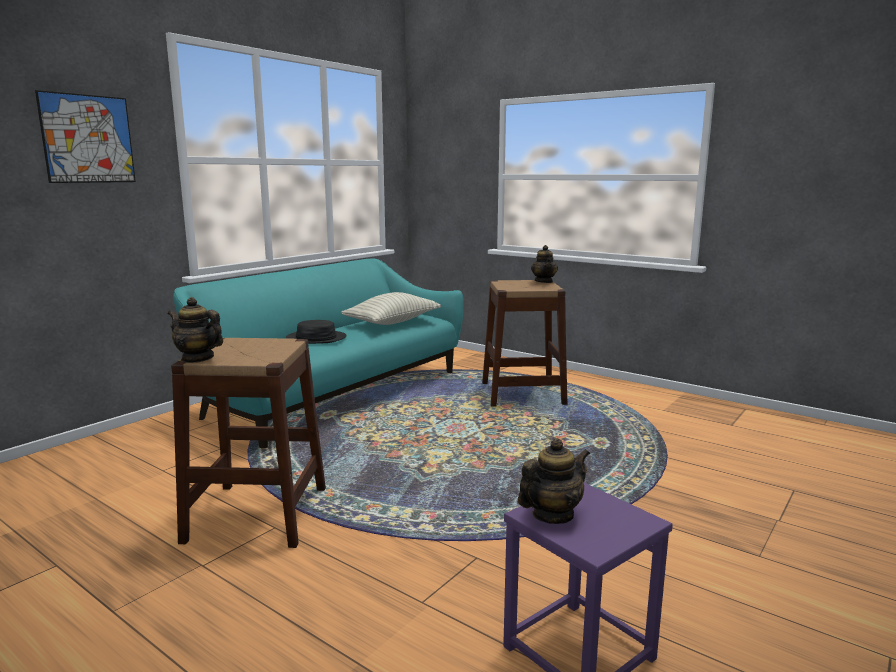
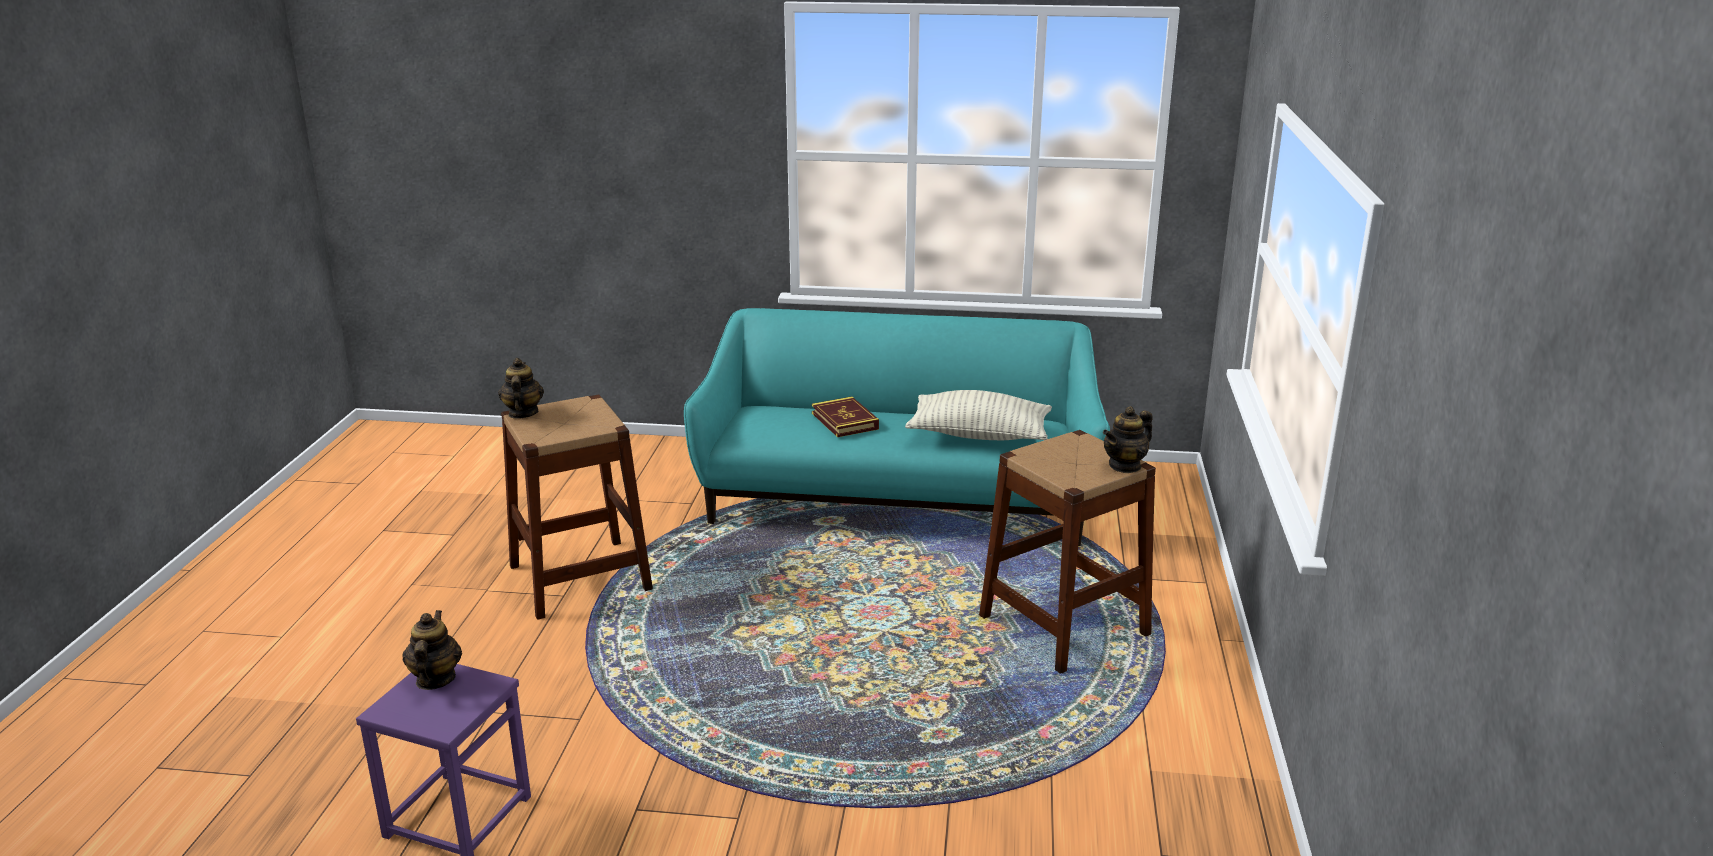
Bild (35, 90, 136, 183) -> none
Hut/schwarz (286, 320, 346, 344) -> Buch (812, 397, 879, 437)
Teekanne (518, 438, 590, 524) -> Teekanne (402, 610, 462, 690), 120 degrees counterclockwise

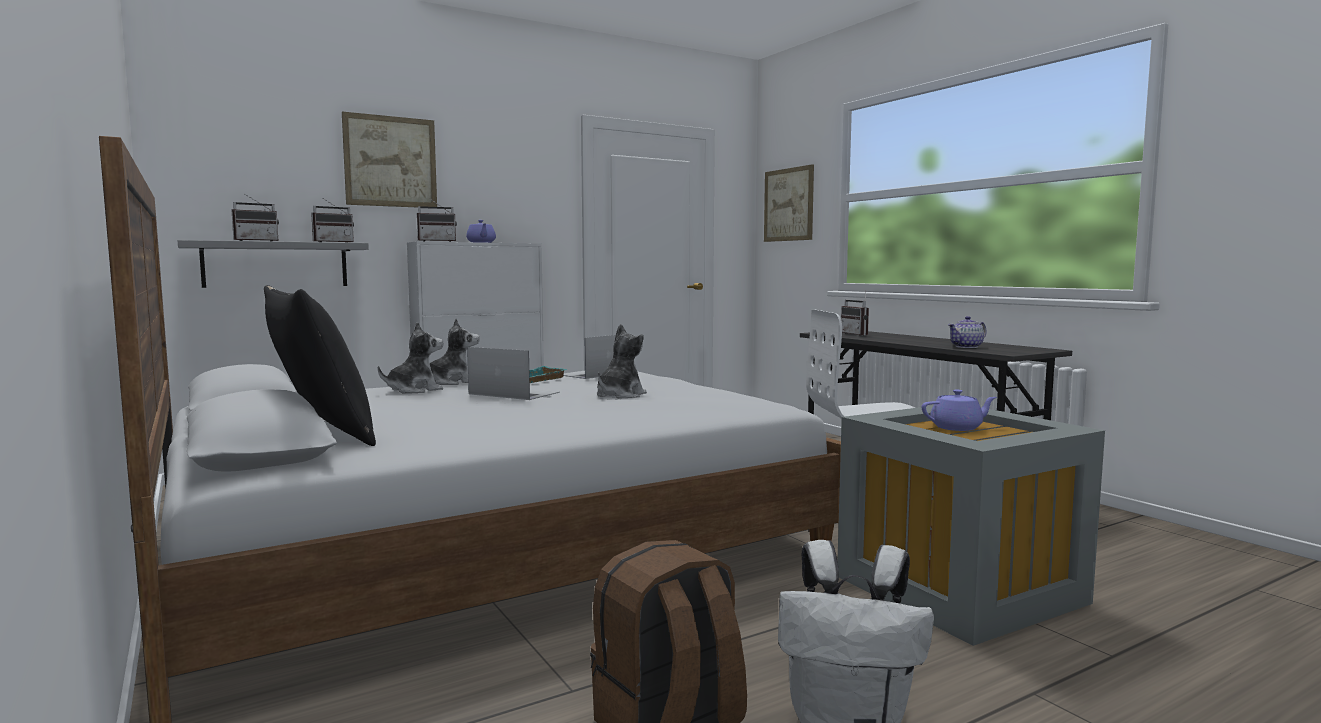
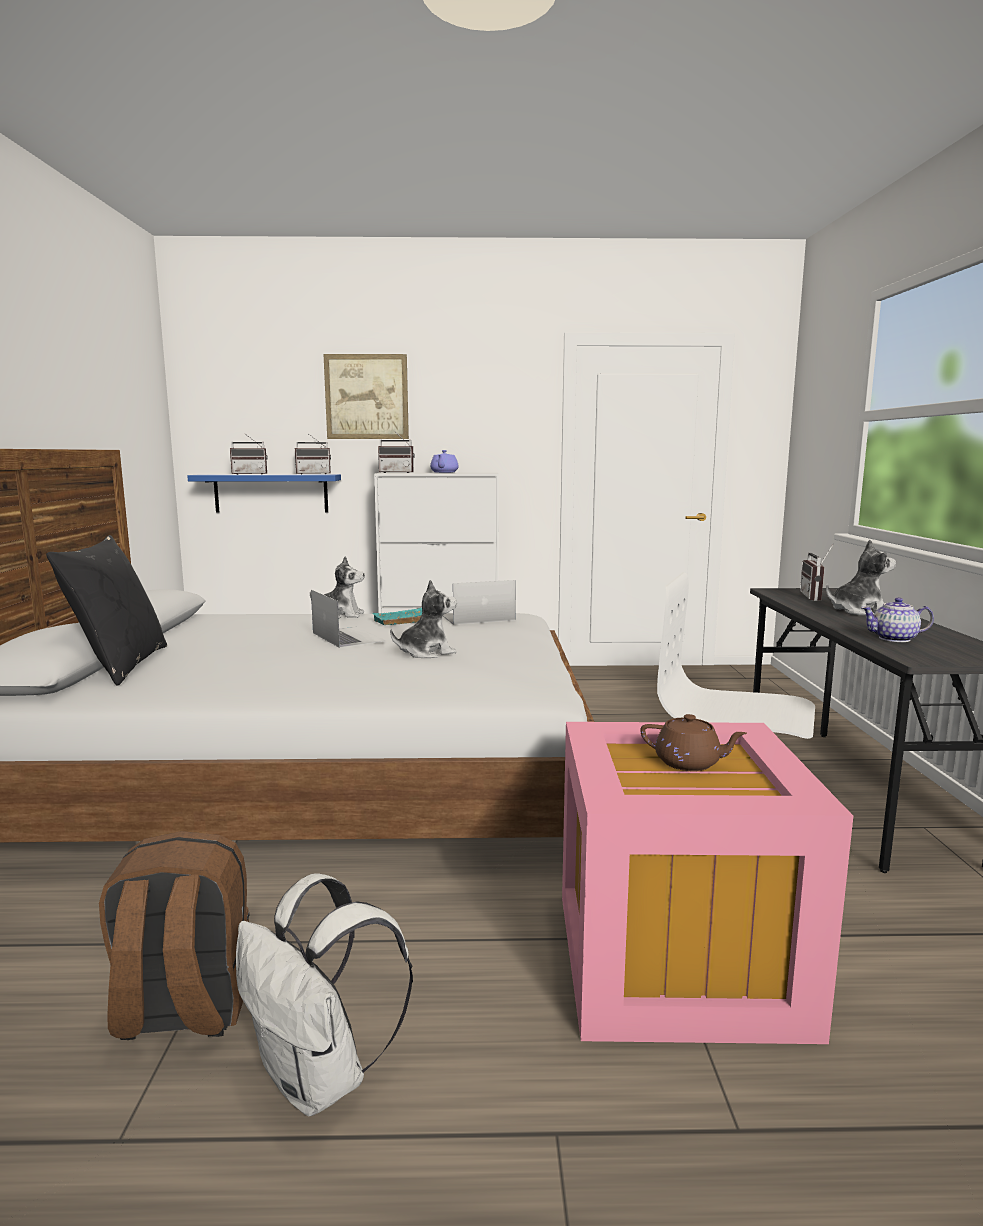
Bild (764, 165, 814, 242) -> none
Wandregal/grau (178, 240, 369, 288) -> Wandregal/blau (188, 474, 341, 513)
Plüschtier (378, 322, 444, 394) -> Plüschtier (826, 540, 896, 615), shifted
Teekanne/lila (922, 390, 997, 431) -> Teekanne/braun (640, 714, 747, 771)
Aufbewahrungsbox/grau (837, 406, 1105, 646) -> Aufbewahrungsbox/rosa (562, 722, 853, 1044)

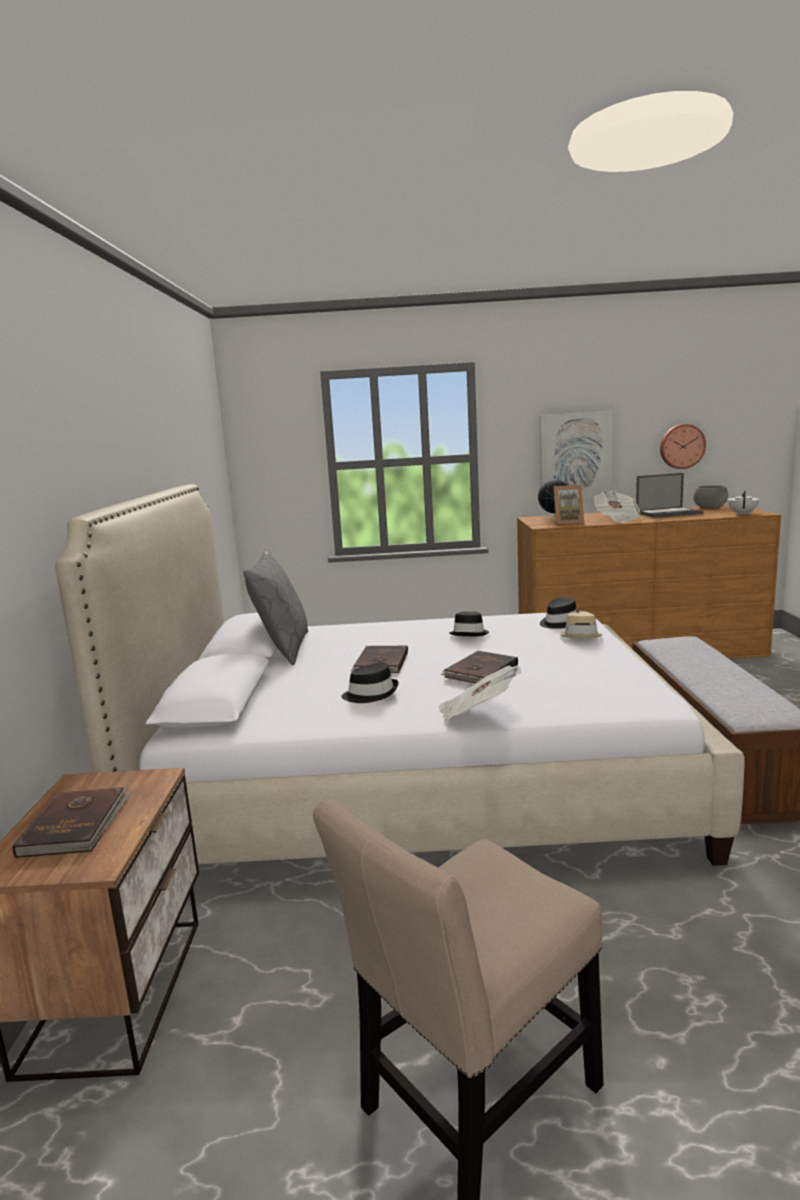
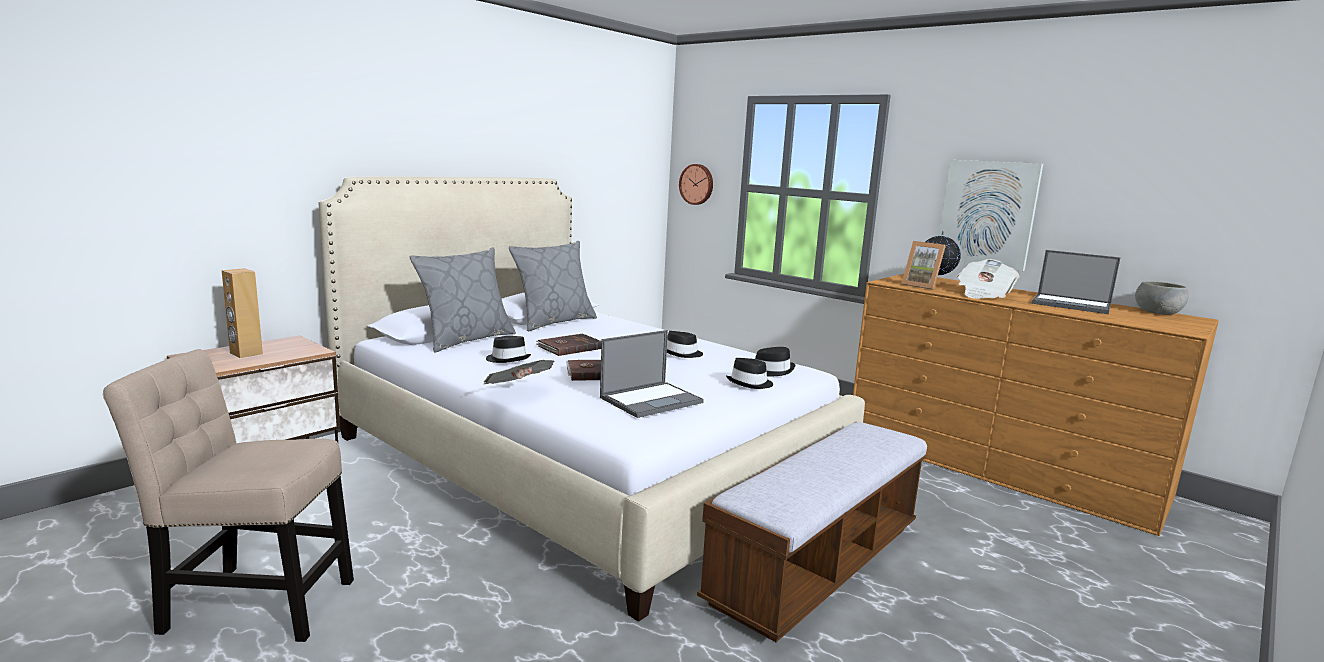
Wanduhr (660, 424, 706, 469) -> Wanduhr (679, 164, 713, 205), shifted
Teekanne/weiß (728, 491, 759, 515) -> none
Hut/beige (559, 612, 602, 638) -> Hut/schwarz (726, 358, 773, 389)
Buch/braun (13, 787, 131, 858) -> Lautsprecher/braun (222, 268, 263, 358)
none -> Kissen/grau (410, 247, 516, 352)
none -> Laptop (600, 330, 704, 418)

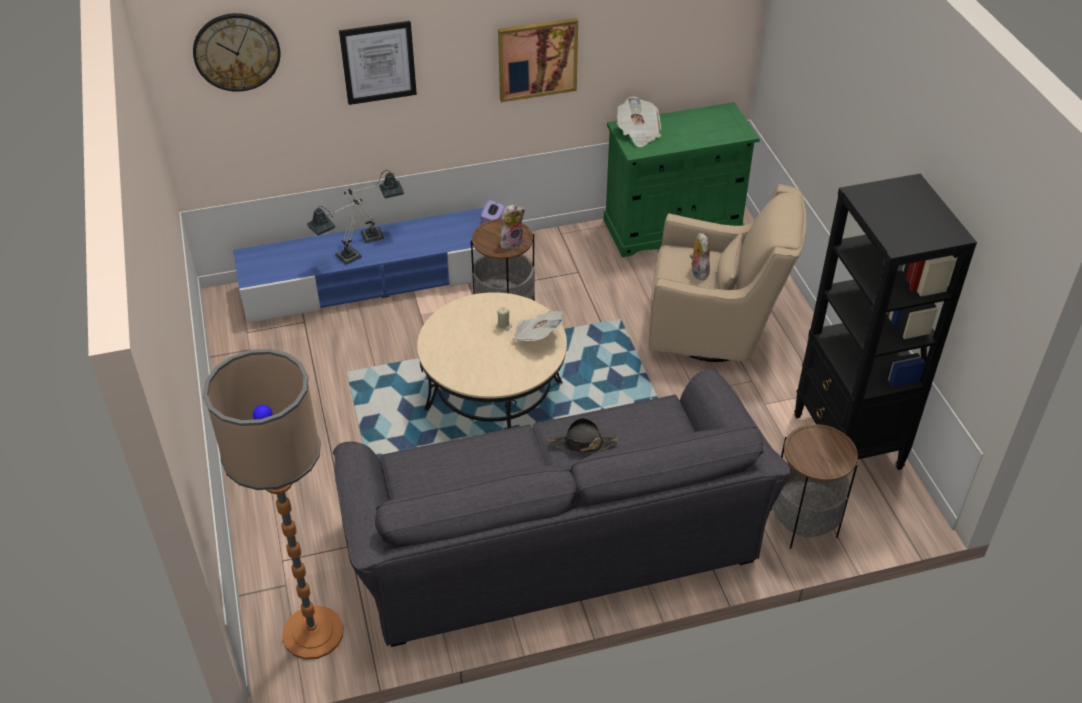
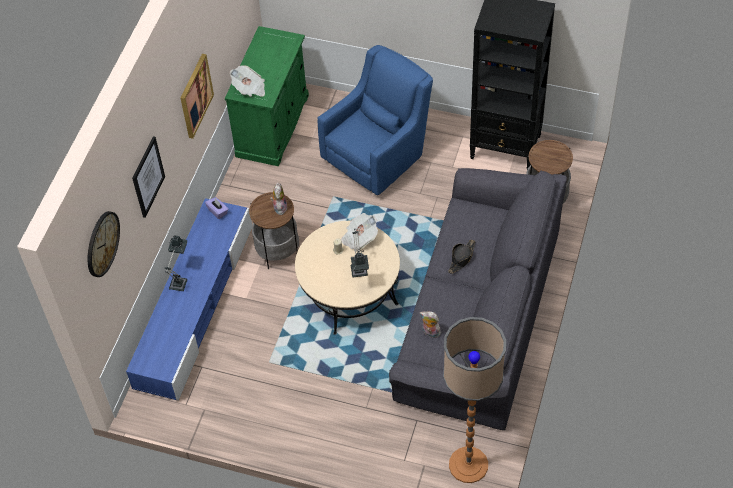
Sessel/beige (649, 184, 807, 362) -> Sessel/blau (317, 45, 433, 195)
Tischlampe (307, 199, 362, 265) -> Tischlampe (351, 229, 369, 277), shifted
Plüschtier (690, 233, 710, 280) -> Plüschtier (420, 311, 441, 338), shifted

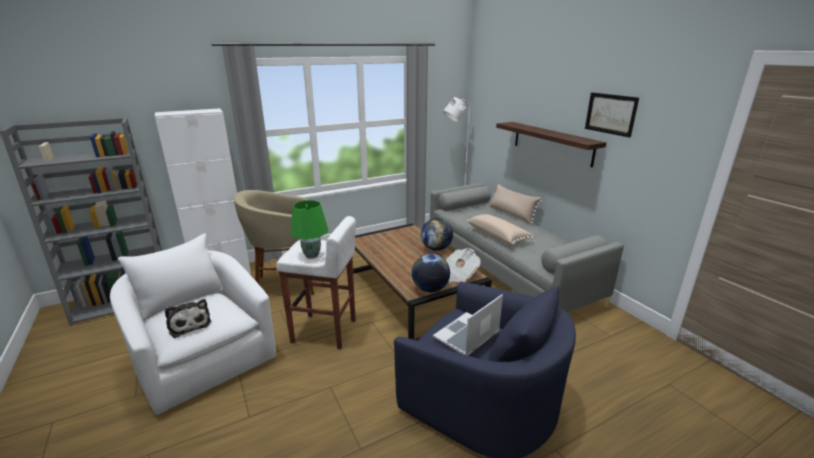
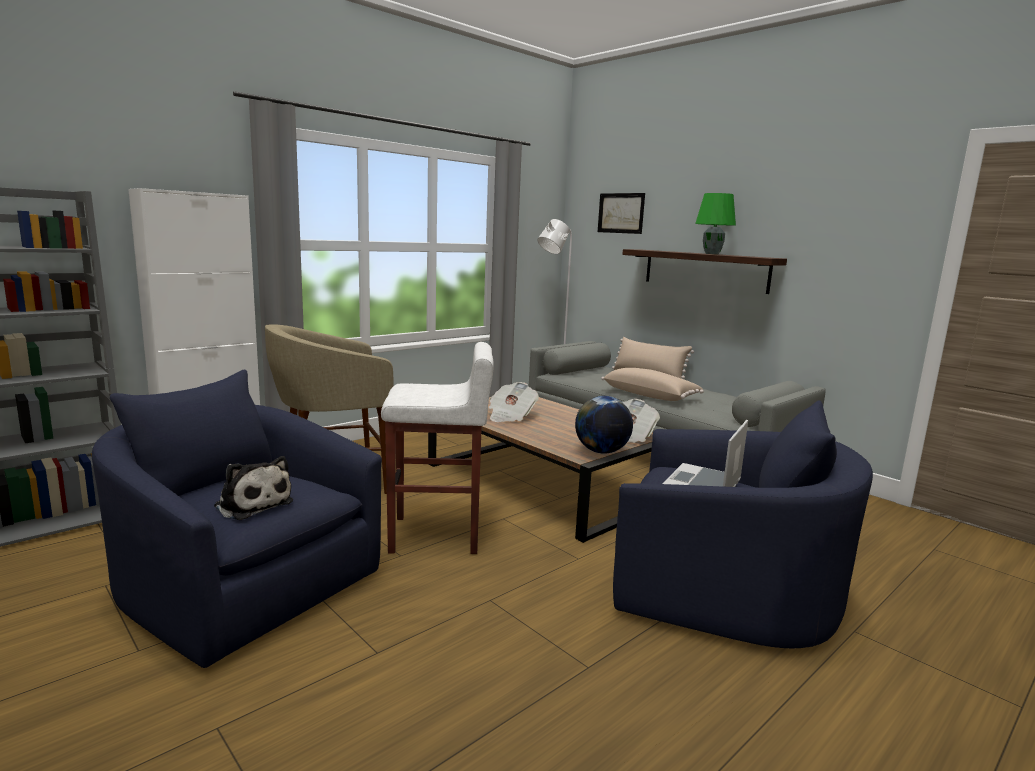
Bild (585, 92, 639, 138) -> Bild (598, 193, 645, 234), shifted
Tischlampe/grün (291, 200, 329, 259) -> Tischlampe/grün (695, 193, 736, 254), shifted
Globus (421, 218, 453, 251) -> none
Sessel/weiß (110, 234, 276, 415) -> Sessel/blau (92, 370, 382, 668)
none -> Zeitung (488, 382, 539, 422)

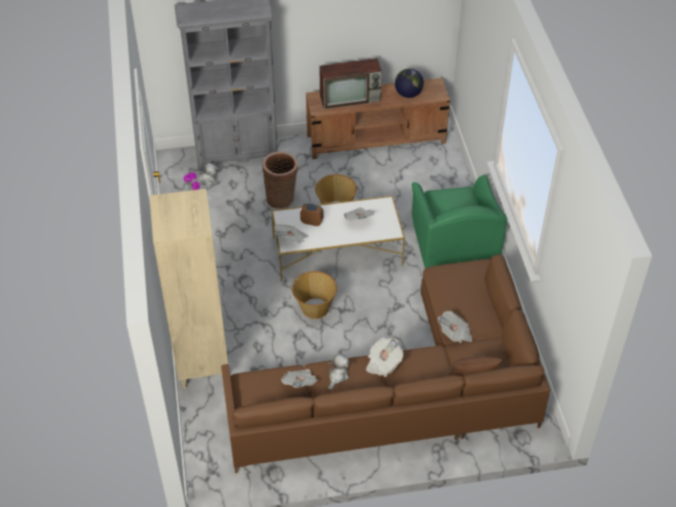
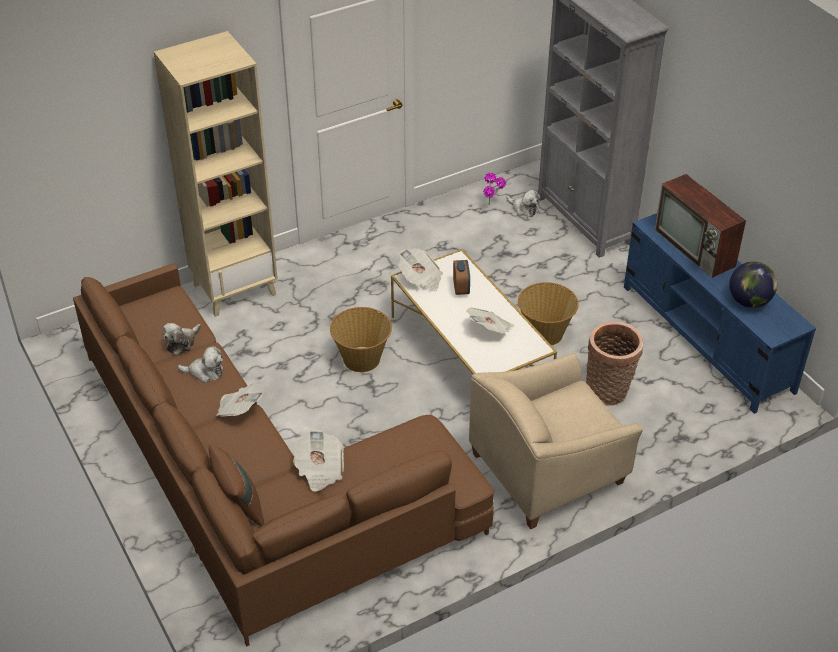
Fernsehschrank/braun (306, 78, 450, 159) -> Fernsehschrank/blau (624, 213, 816, 414)
Korb (262, 152, 298, 209) -> Korb (586, 321, 643, 406), shifted
Sessel/grün (411, 175, 507, 269) -> Sessel/beige (469, 353, 643, 529)
Zeitung (281, 369, 318, 388) -> Plüschtier (163, 323, 201, 356)

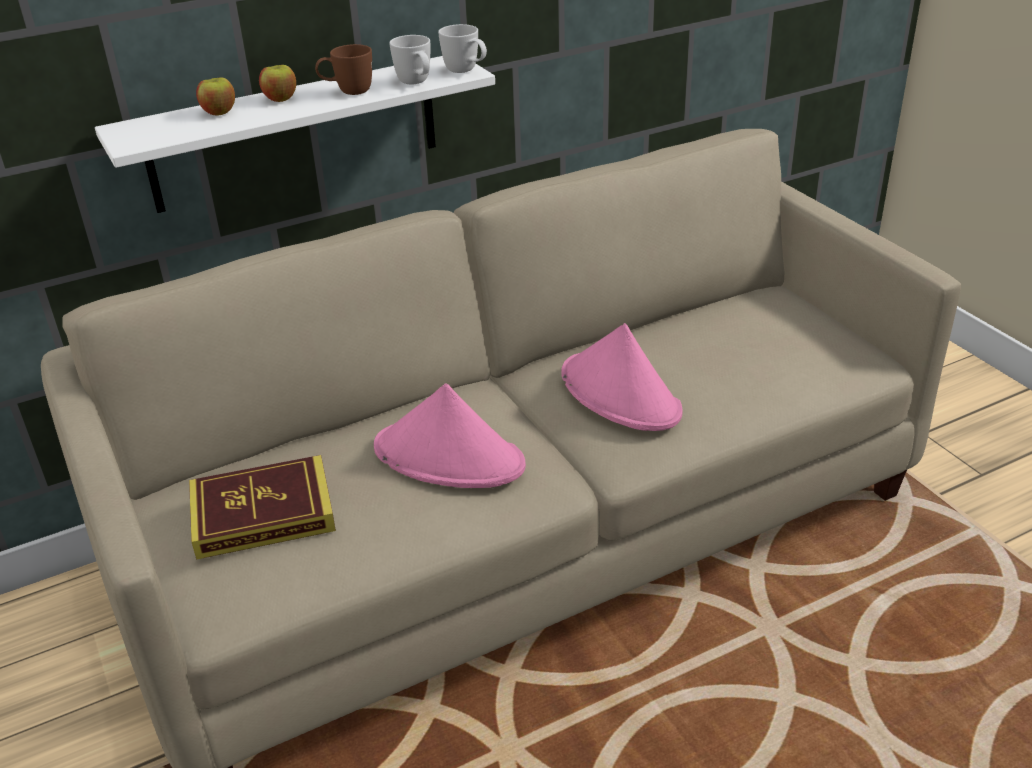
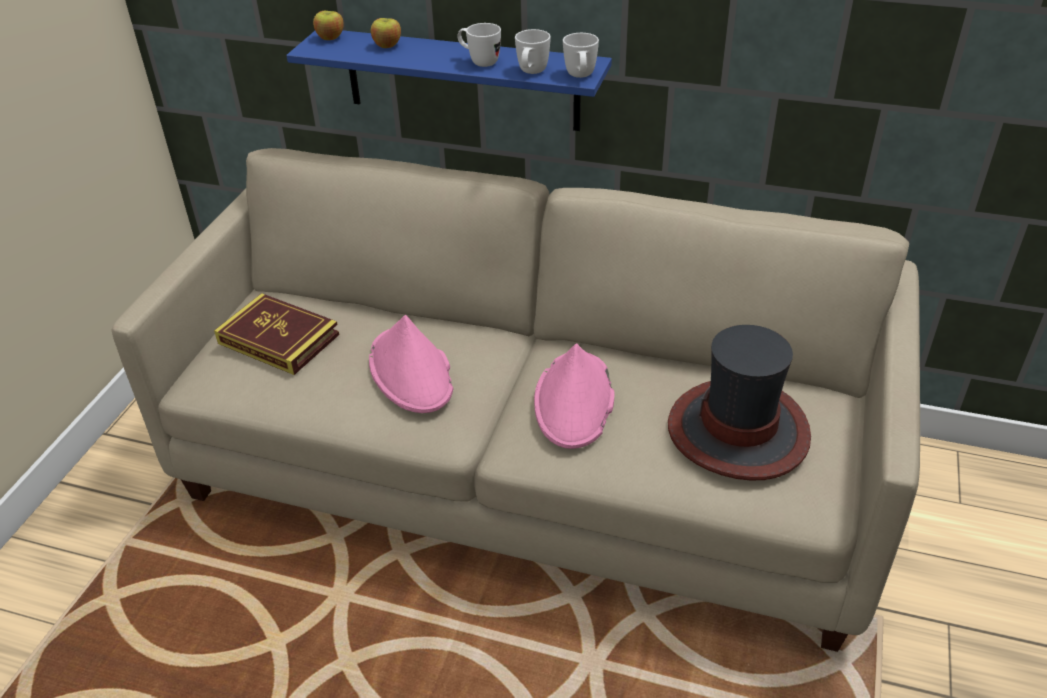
Henkelbecher/braun (315, 44, 372, 95) -> Henkelbecher/weiß (457, 23, 501, 67)
Wandregal/weiß (95, 56, 495, 213) -> Wandregal/blau (286, 30, 612, 131)
Apfel (259, 65, 296, 102) -> Apfel (313, 11, 344, 40), shifted
none -> Hut (668, 325, 811, 481)

